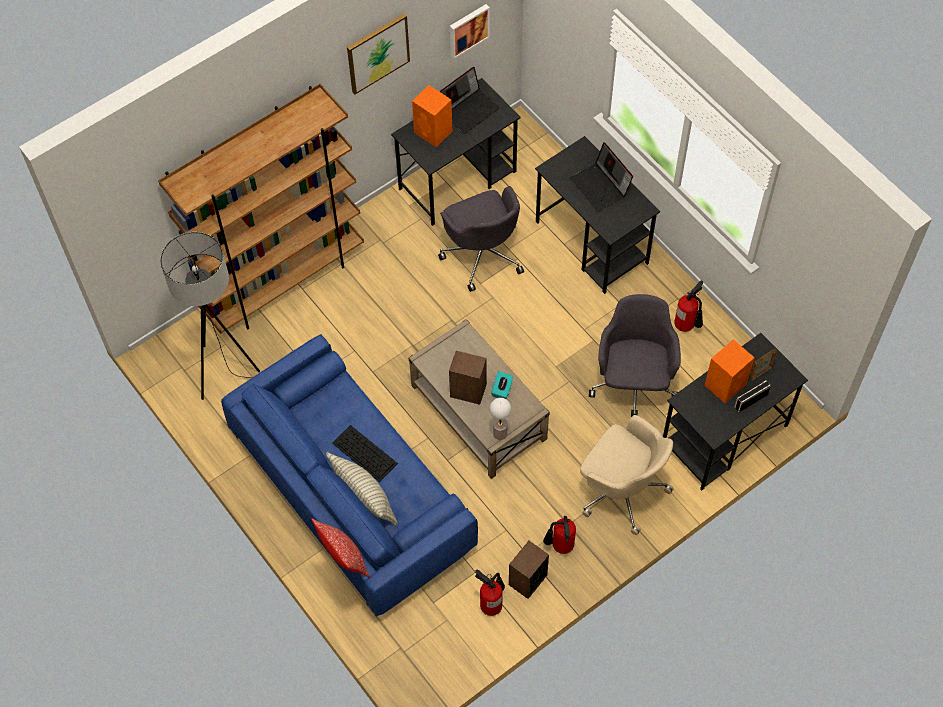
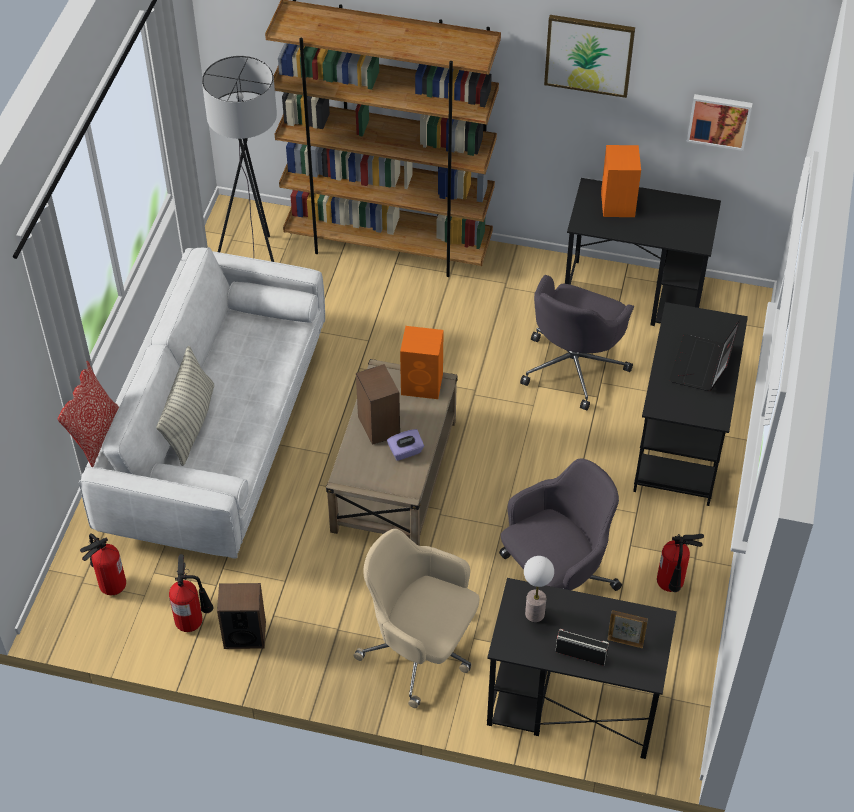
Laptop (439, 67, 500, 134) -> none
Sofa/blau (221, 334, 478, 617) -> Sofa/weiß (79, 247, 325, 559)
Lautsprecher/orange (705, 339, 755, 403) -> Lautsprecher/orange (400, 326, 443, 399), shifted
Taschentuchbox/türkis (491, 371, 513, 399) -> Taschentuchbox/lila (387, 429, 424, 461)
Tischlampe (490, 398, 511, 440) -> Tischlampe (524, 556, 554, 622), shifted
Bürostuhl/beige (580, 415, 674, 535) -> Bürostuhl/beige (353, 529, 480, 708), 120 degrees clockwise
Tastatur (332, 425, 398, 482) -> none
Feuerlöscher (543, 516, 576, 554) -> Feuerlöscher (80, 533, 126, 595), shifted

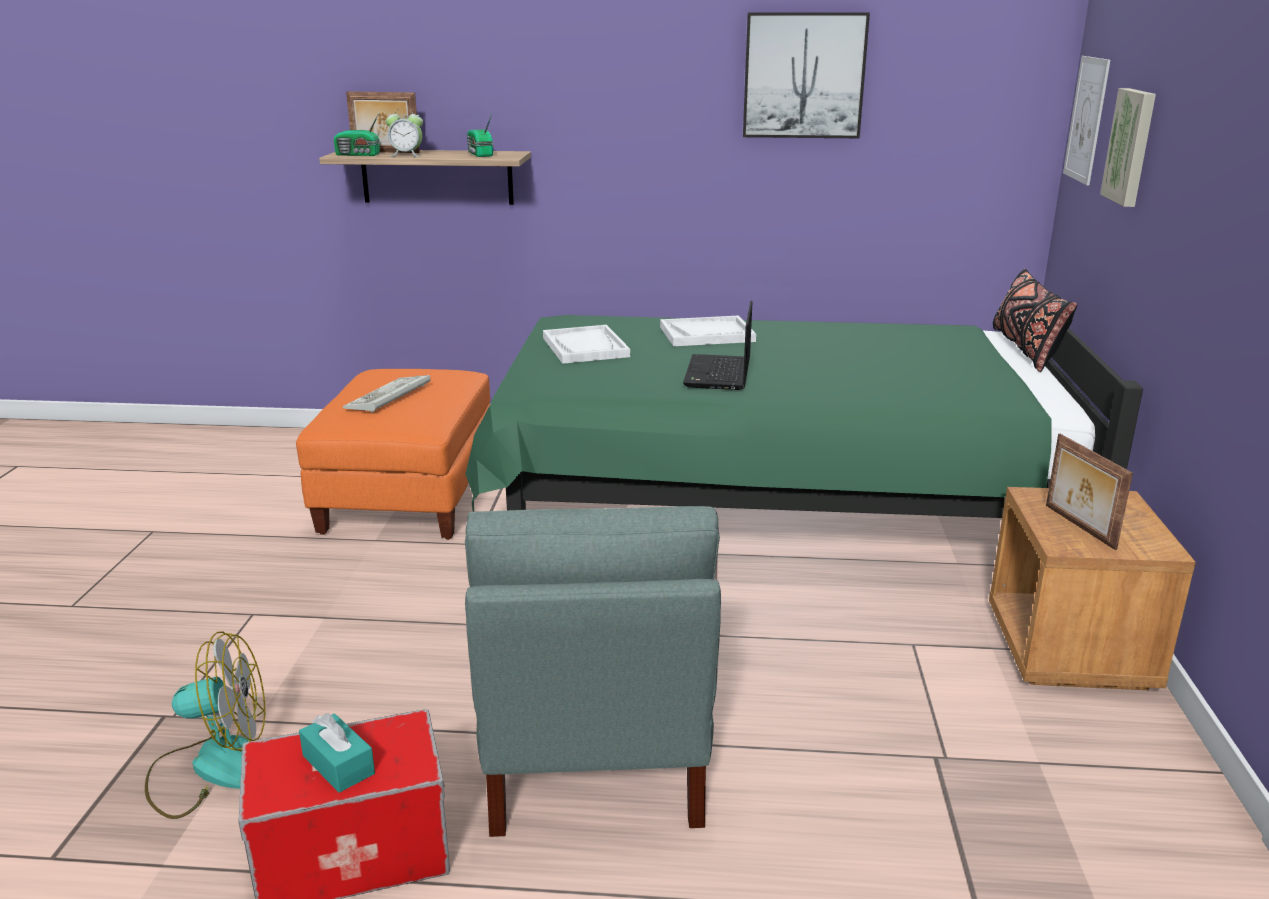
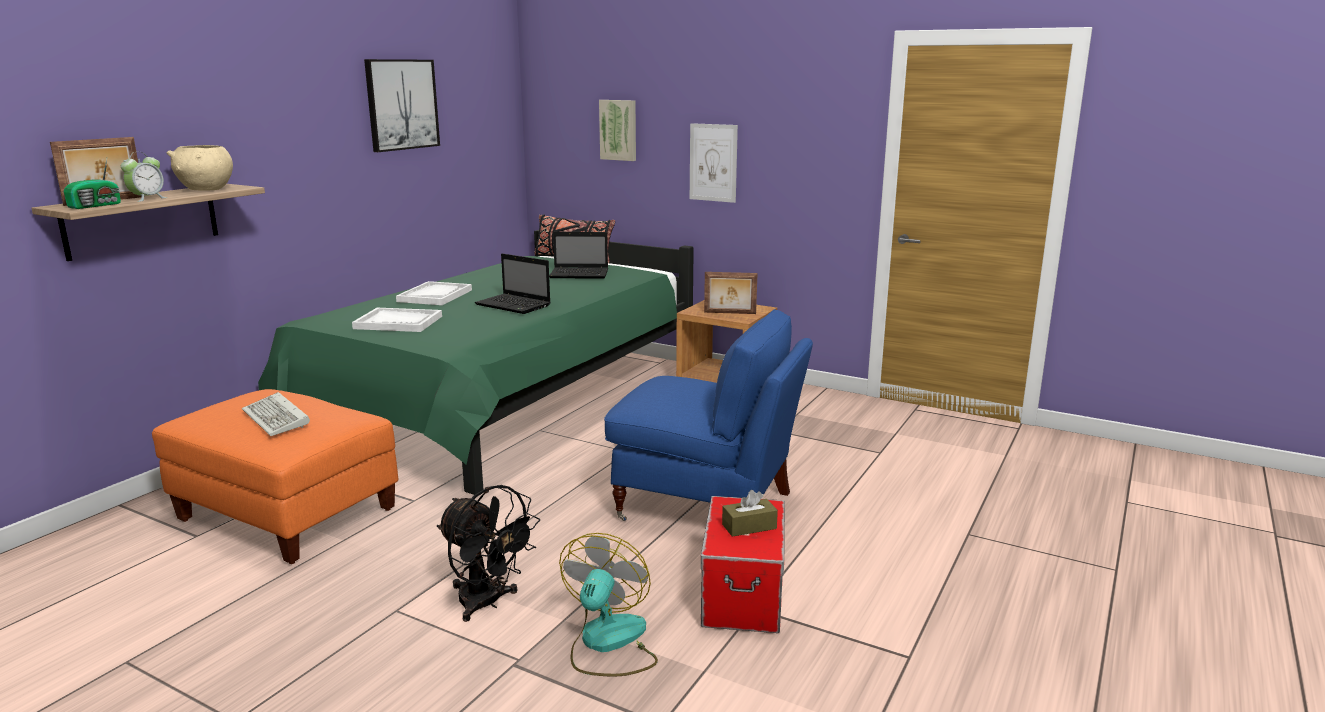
Bild (1063, 56, 1110, 185) -> Bild (690, 123, 738, 203), shifted
Radio (467, 114, 493, 157) -> Schüssel/beige (167, 145, 233, 190)
Sessel/grau (465, 506, 721, 837) -> Sessel/blau (604, 309, 813, 521)
Taschentuchbox/türkis (299, 713, 375, 793) -> Taschentuchbox/braun (722, 490, 778, 537)
none -> Laptop (549, 232, 608, 279)
none -> Ventilator/schwarz (437, 485, 540, 622)

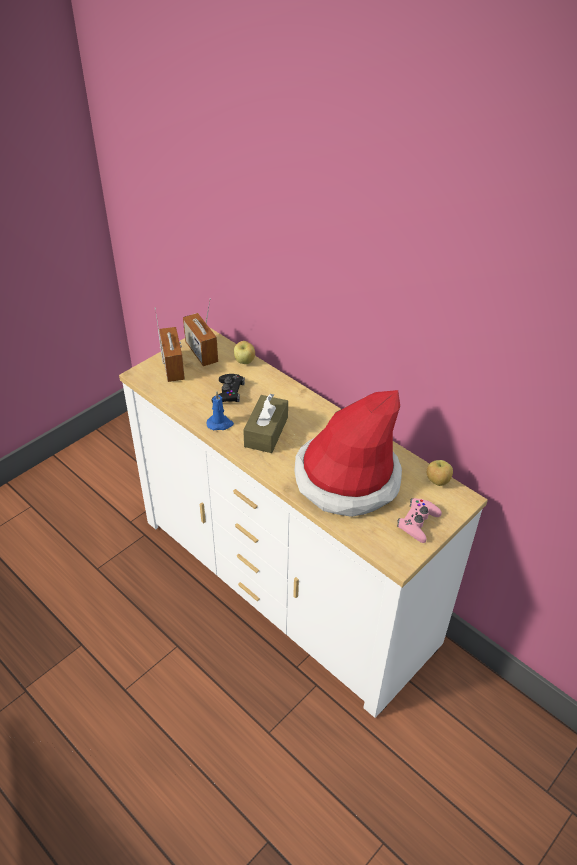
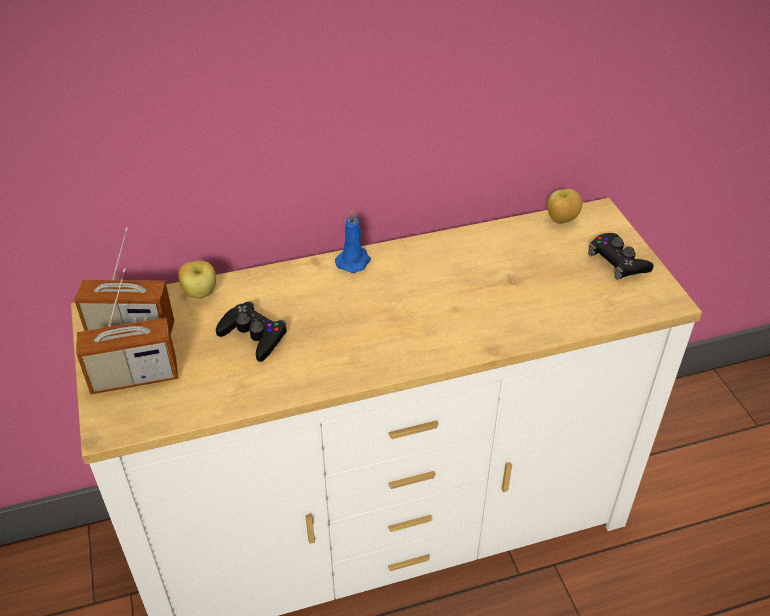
Radio (155, 307, 185, 382) -> Radio (77, 268, 178, 394), 150 degrees clockwise
Hut (294, 390, 402, 517) -> none
Kerze/blau (207, 391, 234, 431) -> Kerze/blau (335, 210, 371, 273), shifted
Taschentuchbox/braun (243, 393, 288, 453) -> none
Gamepad/rosa (397, 498, 442, 543) -> Gamepad/schwarz (588, 233, 654, 280)

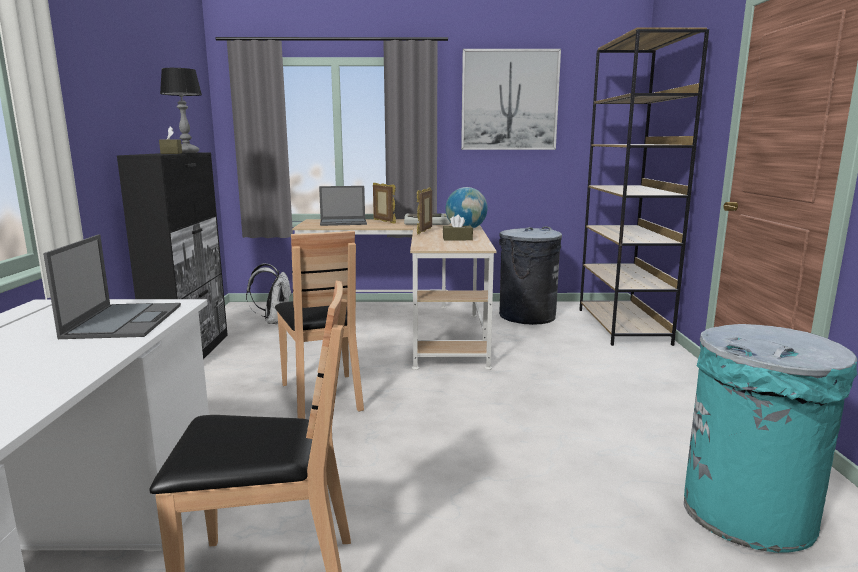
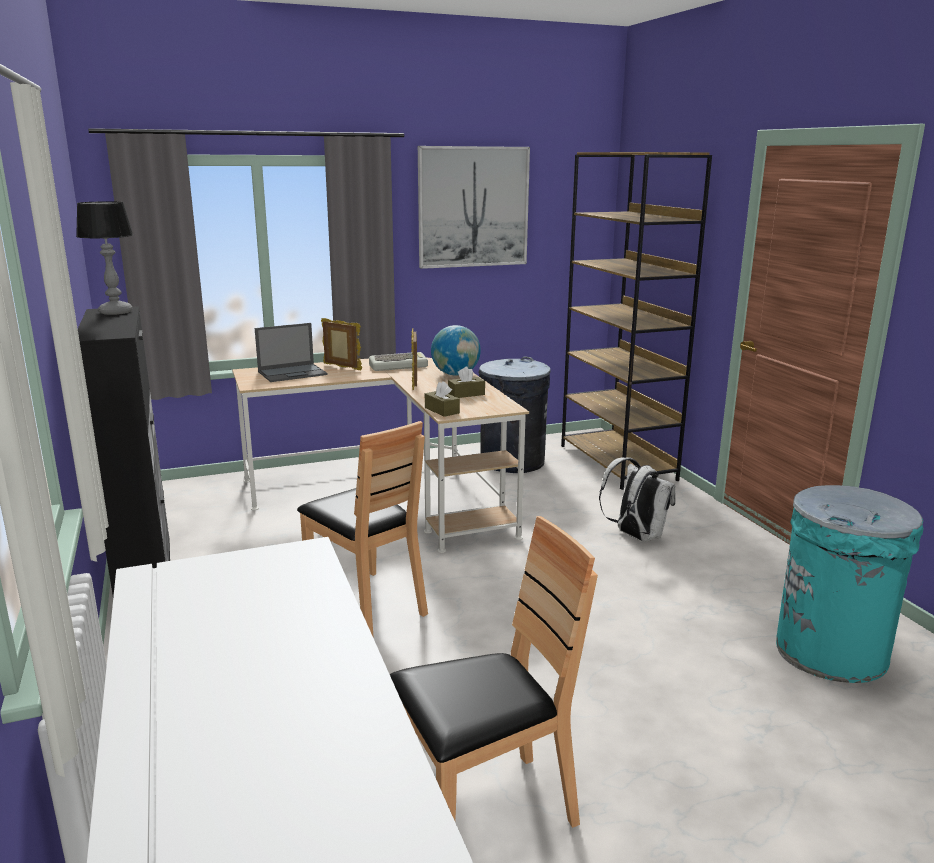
Taschentuchbox/braun (159, 126, 182, 154) -> Taschentuchbox/braun (425, 381, 460, 417), shifted
Laptop (43, 235, 181, 339) -> none
Rucksack/weiß (246, 263, 292, 324) -> Rucksack/weiß (599, 458, 676, 542), shifted

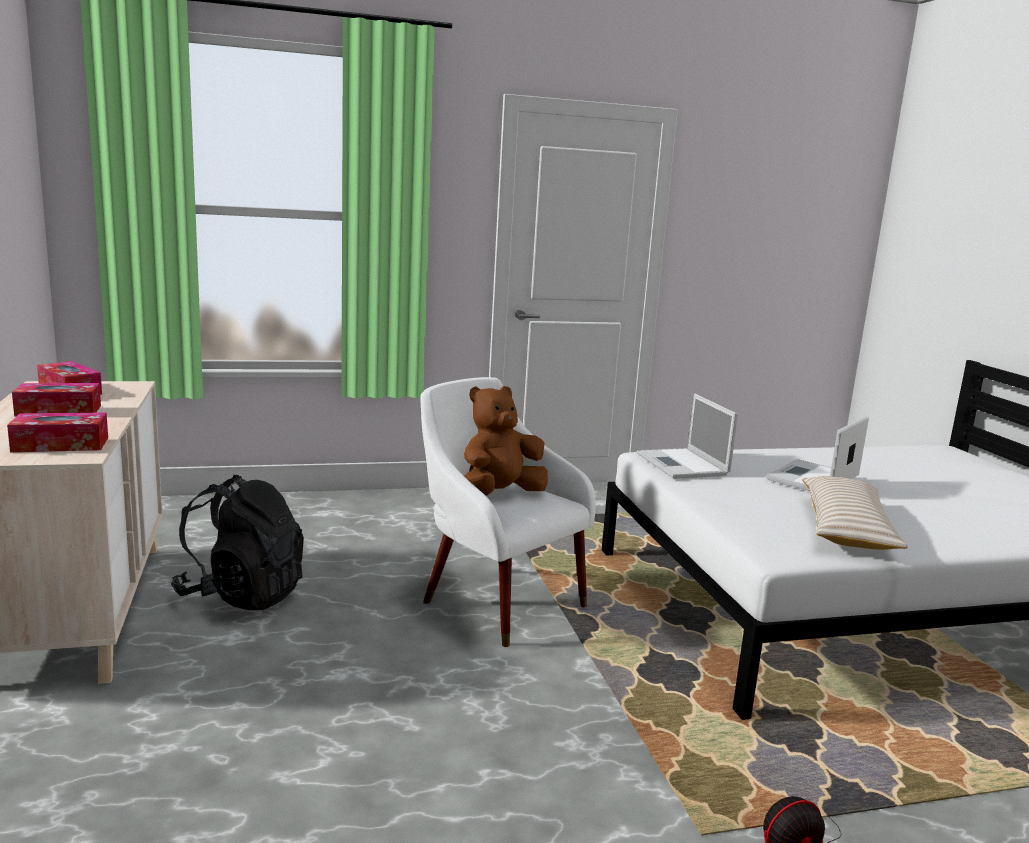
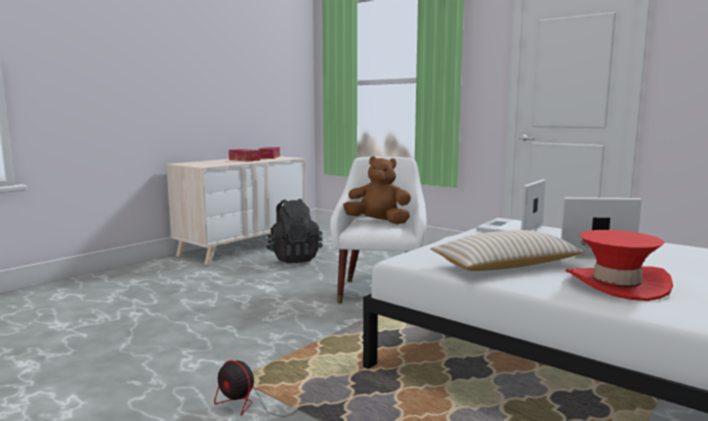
Taschentuchbox (7, 412, 108, 452) -> none
none -> Hut/rot (566, 230, 673, 301)

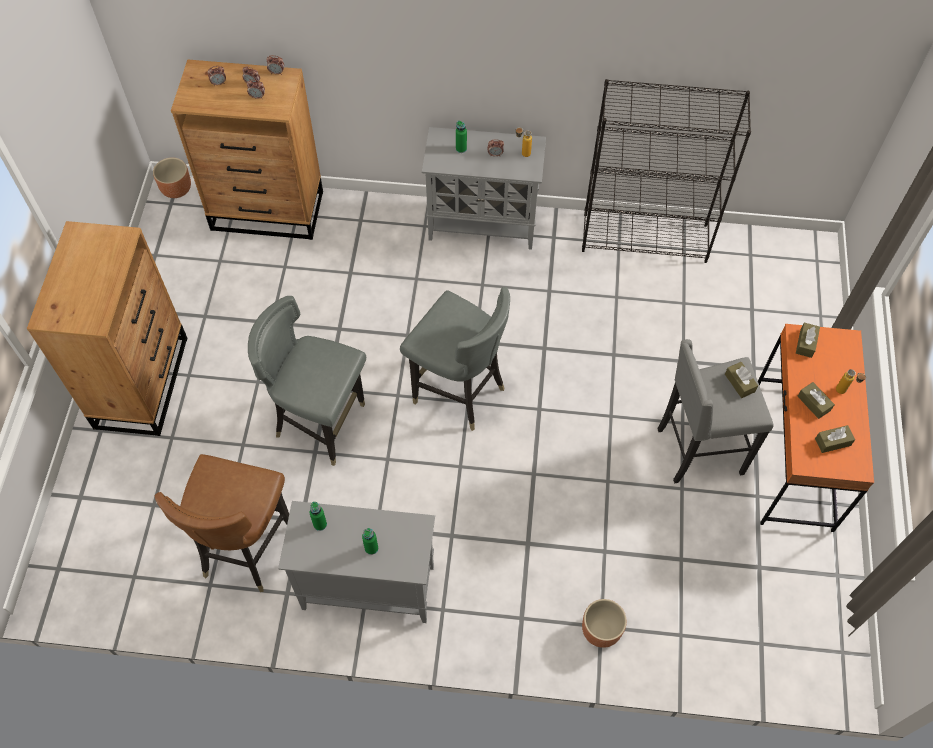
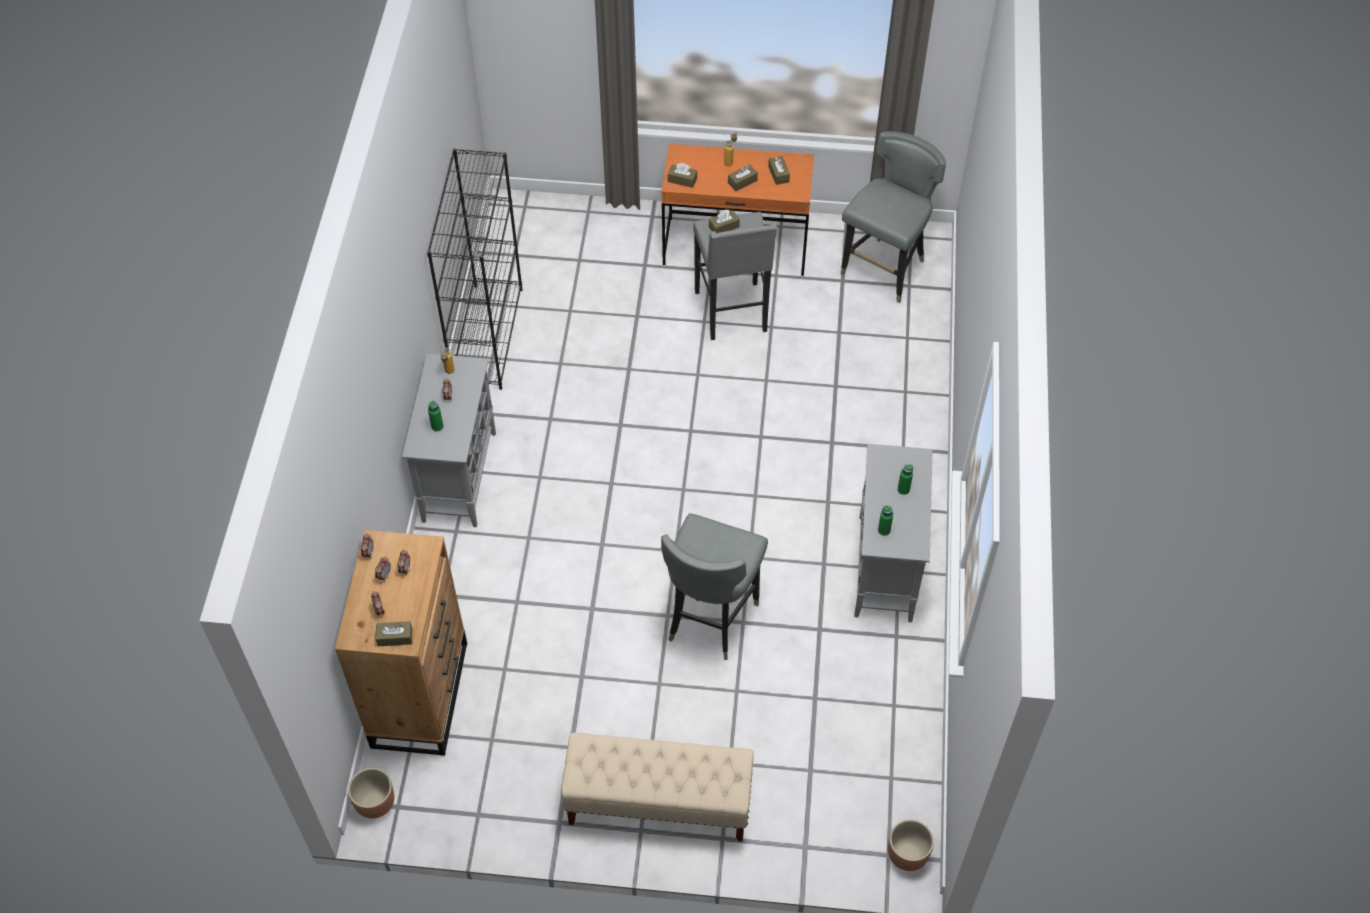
Kommode/braun (27, 221, 187, 436) -> Bank/beige (561, 732, 754, 842)
Stuhl/grau (400, 287, 510, 431) -> Stuhl/grau (841, 131, 946, 303), shifted
Stuhl/braun (155, 454, 289, 592) -> none
Pflanzkübel/braun (582, 599, 627, 648) -> Pflanzkübel/braun (888, 819, 934, 871), shifted
none -> Taschentuchbox/braun (376, 621, 412, 646)

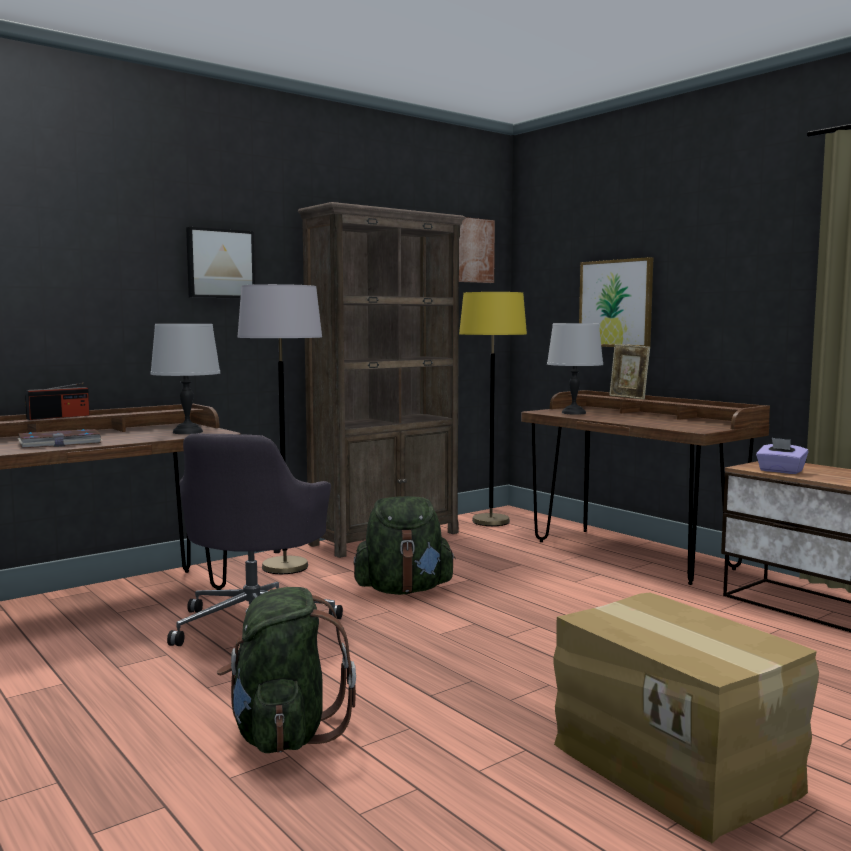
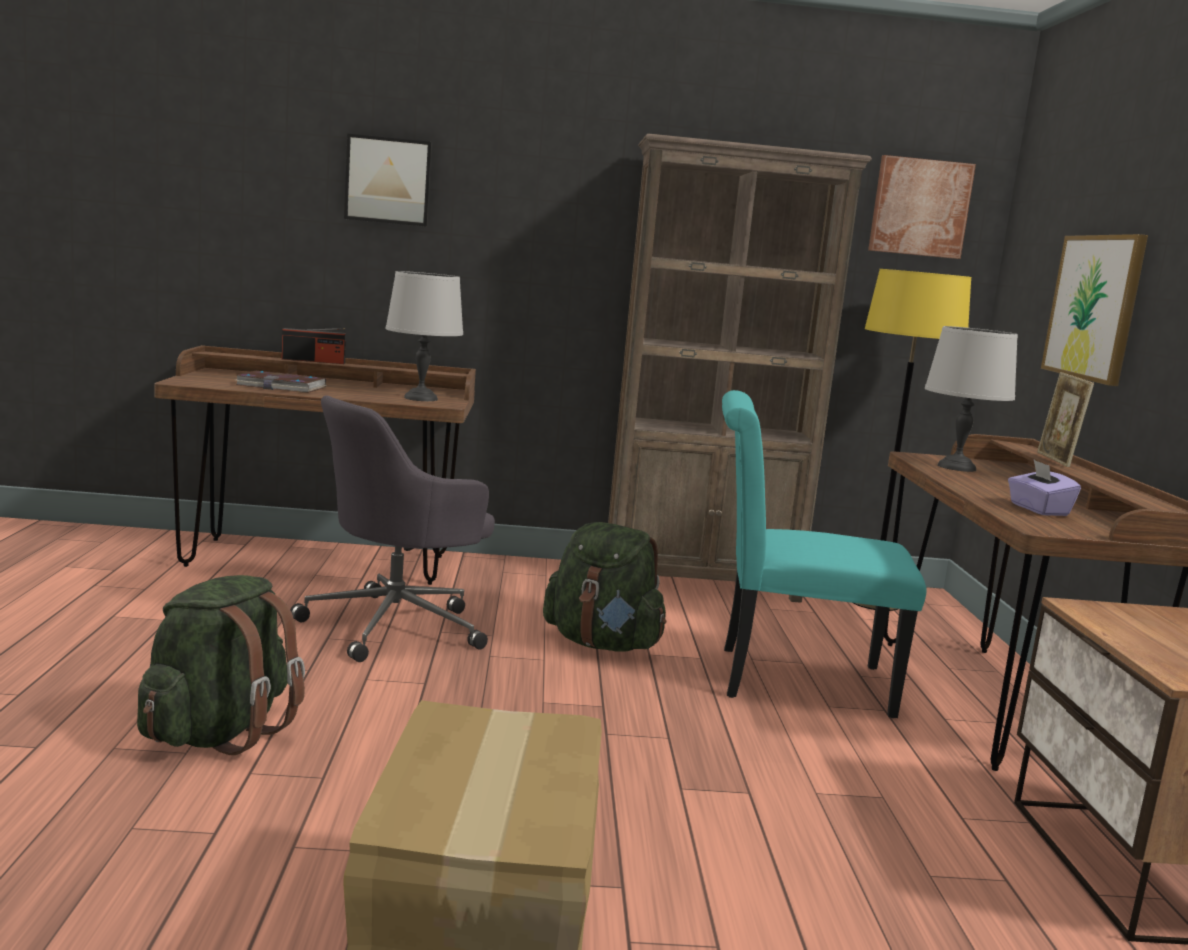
Bild (186, 227, 255, 299) -> Bild (344, 133, 432, 227), shifted
Stehlampe/grau (237, 284, 322, 574) -> none
Taschentuchbox/lila (756, 438, 808, 474) -> Taschentuchbox/lila (1008, 460, 1081, 516), shifted
none -> Stuhl/türkis (722, 390, 927, 718)

